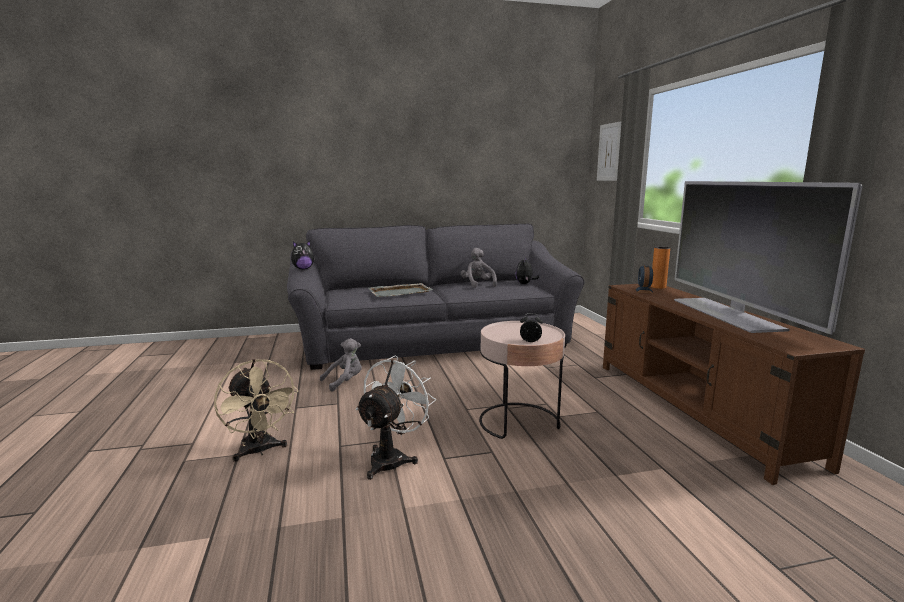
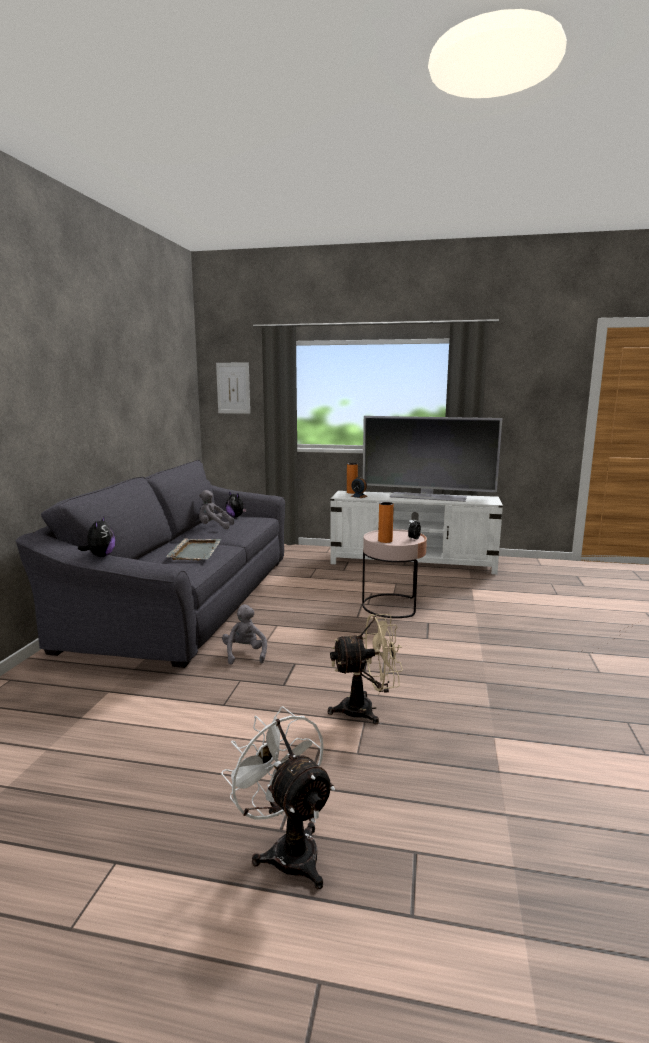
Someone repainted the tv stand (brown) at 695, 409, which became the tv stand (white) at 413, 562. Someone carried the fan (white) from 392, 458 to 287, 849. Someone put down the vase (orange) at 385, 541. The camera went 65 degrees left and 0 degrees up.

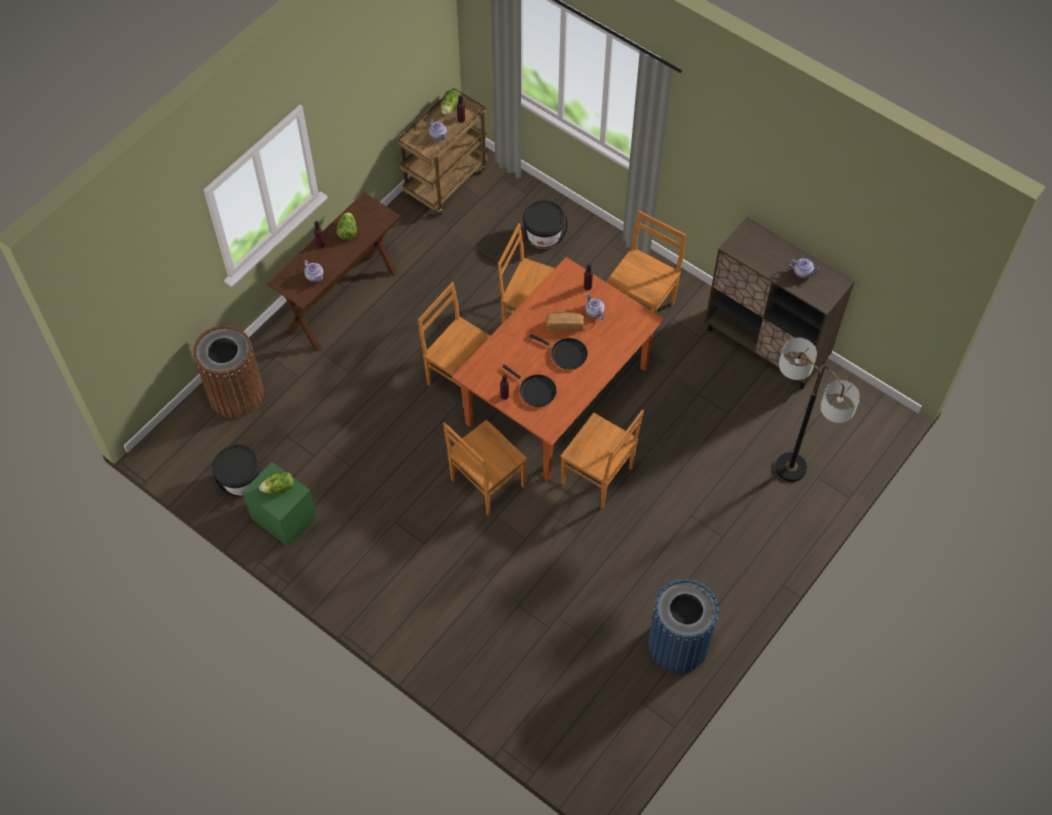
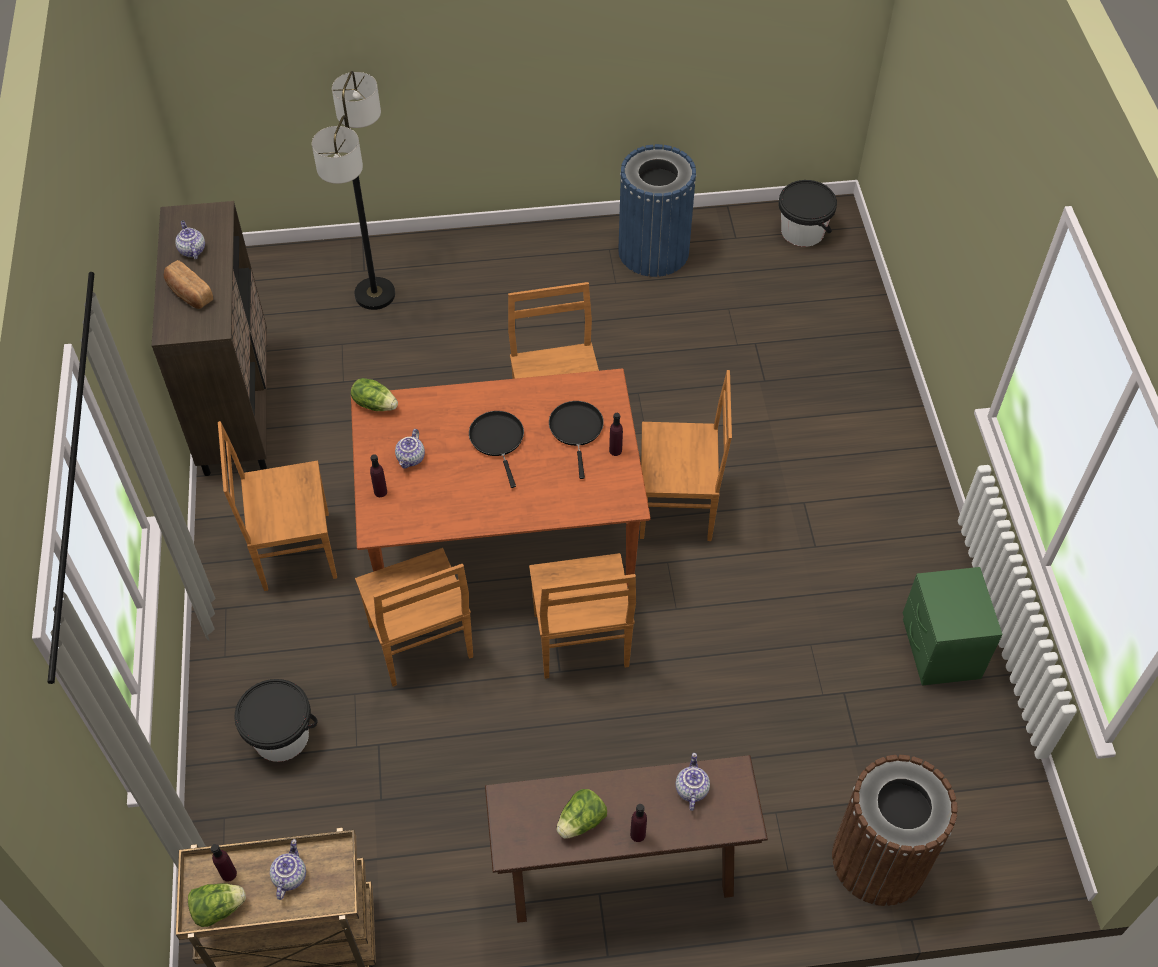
Someone carried the bread from 564, 325 to 189, 293. Someone carried the bucket (black) from 241, 481 to 802, 231. Someone carried the lettuce from 279, 488 to 375, 404. The camera went 135 degrees left and 5 degrees down.

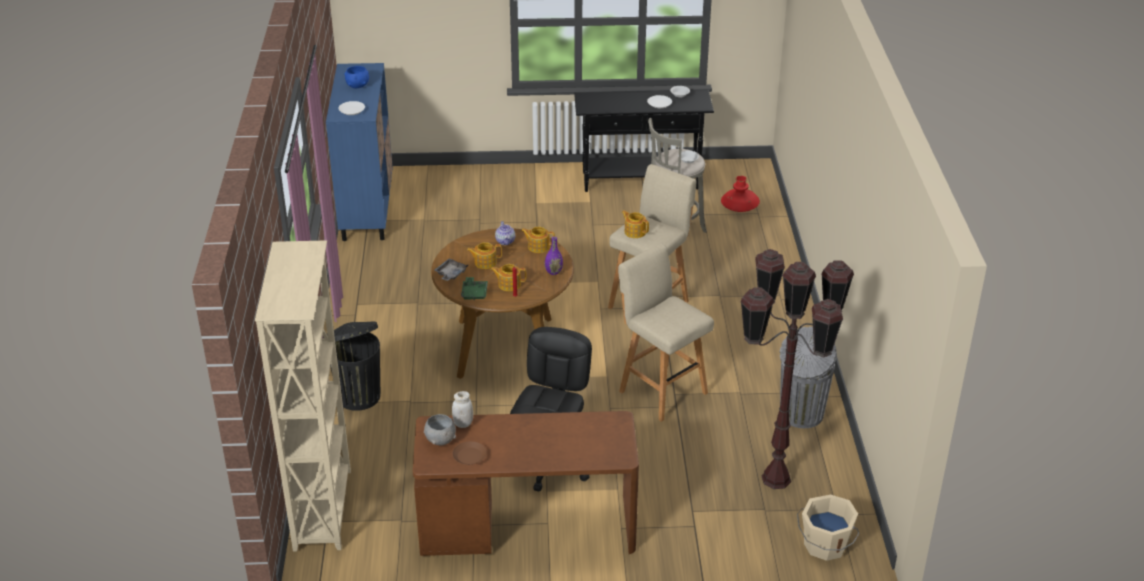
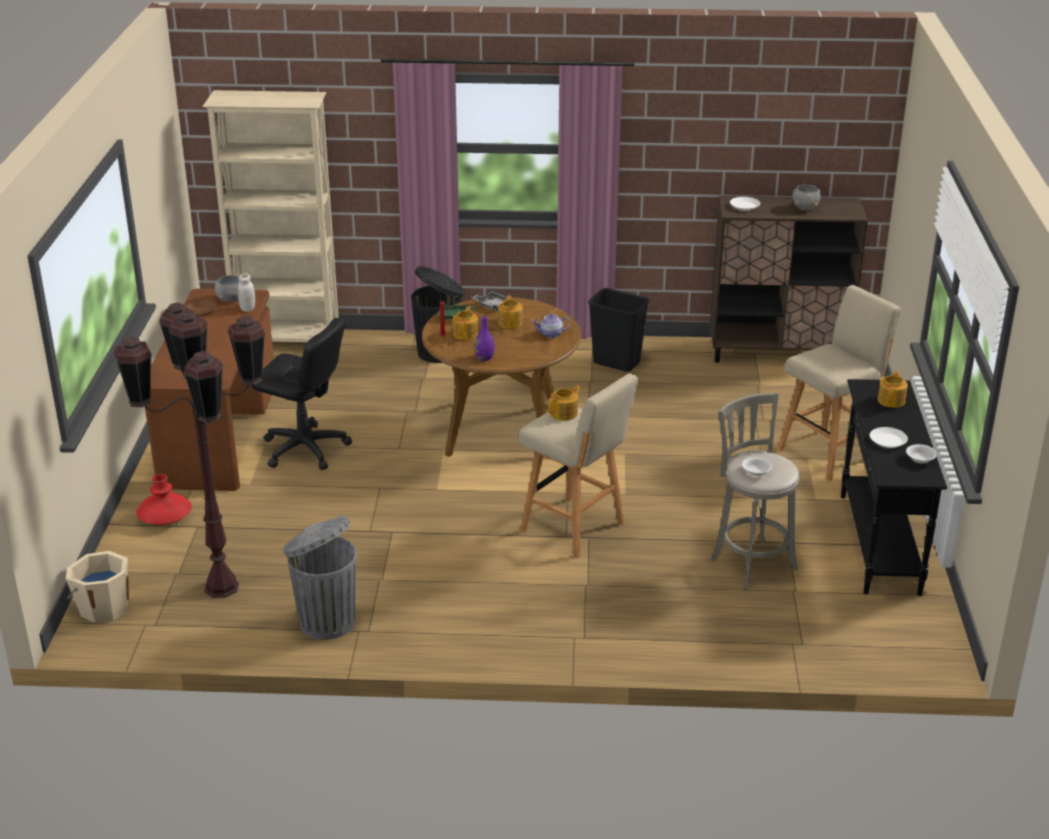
Someone repainted the cabinet (blue) at 367, 209, which became the cabinet (brown) at 778, 352. Someone repainted the bowl (blue) at 358, 86, which became the bowl (grey) at 804, 208. Someone carried the vase (red) from 739, 207 to 165, 518. Someone carried the teapot from 538, 246 to 891, 400. Someone carried the stool (beige) from 661, 391 to 829, 453. Someone put down the trash can (black) at 617, 363. The camera went 95 degrees right and 5 degrees down.

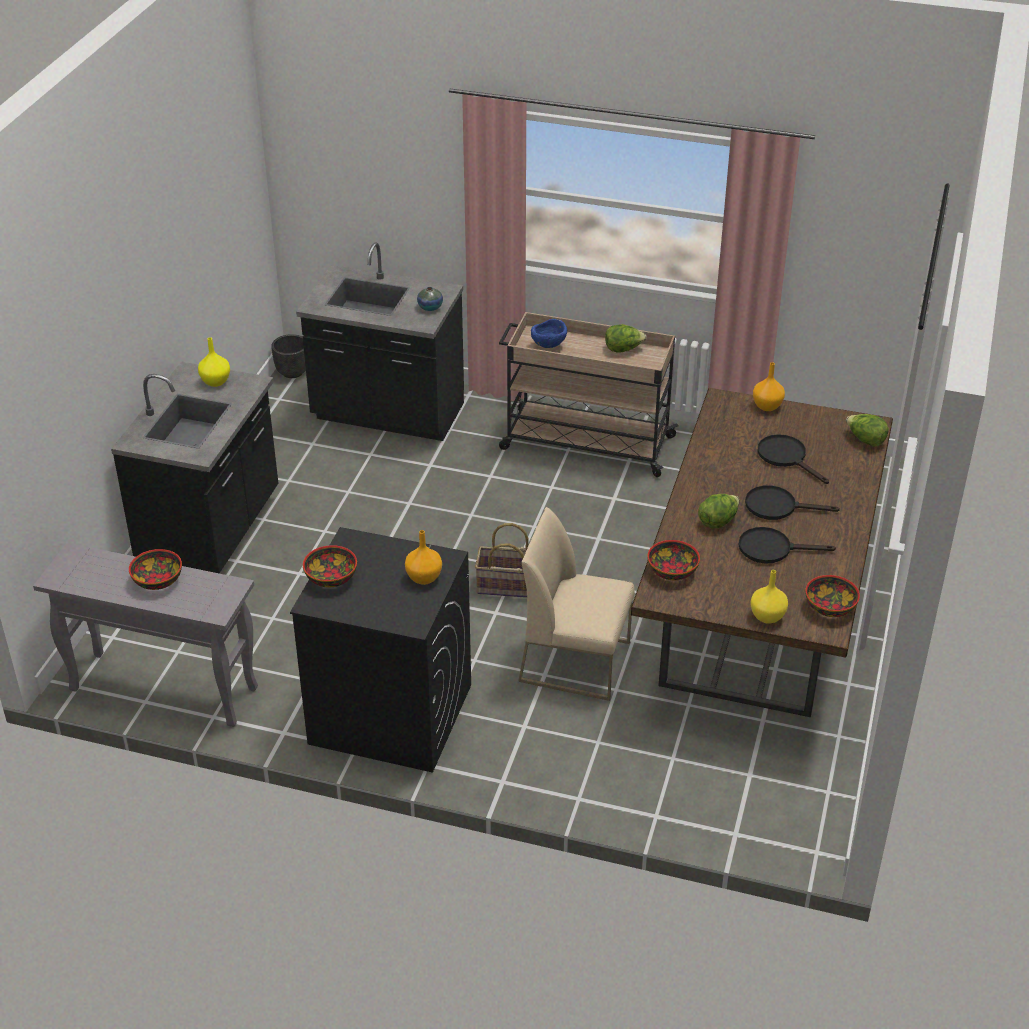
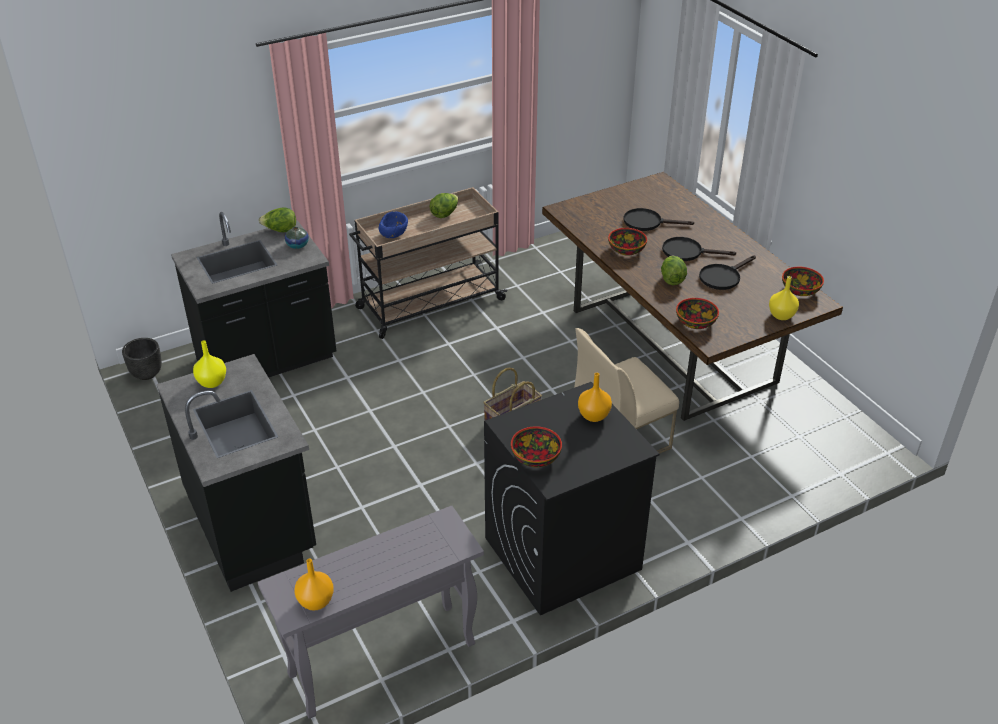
Someone carried the vase (orange) from 766, 406 to 315, 601. Someone carried the lettuce from 865, 440 to 280, 230. Someone rotated the frying pan (black) at 778, 506 by 45 degrees clockwise. Someone carried the bowl from 158, 580 to 627, 250. The camera went 45 degrees left and 0 degrees up.

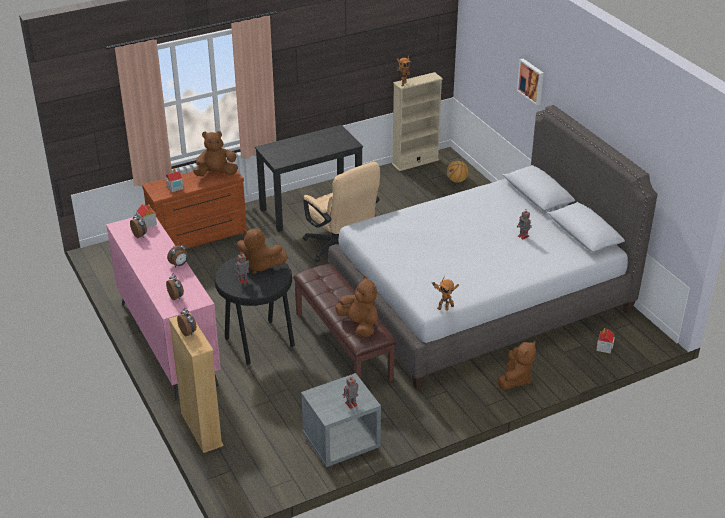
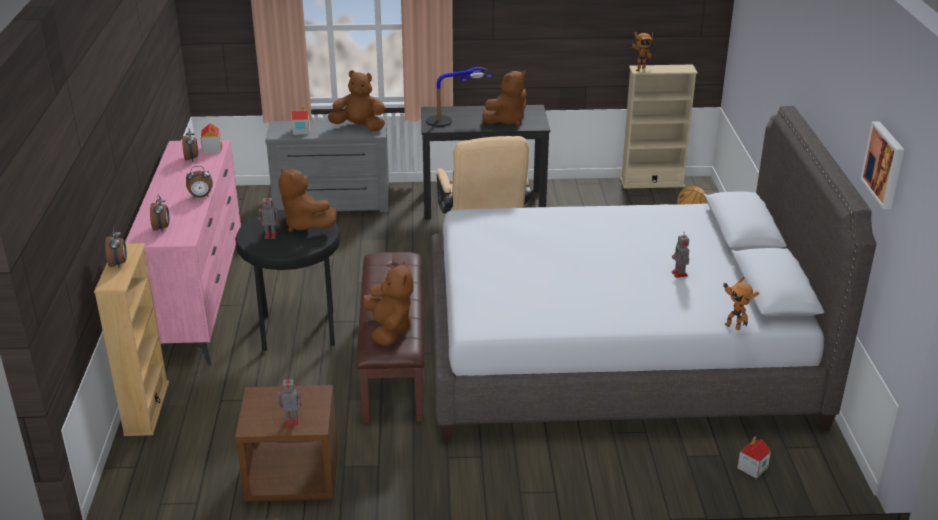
Someone carried the picture from 531, 81 to 885, 164. Someone repainted the dresser (brown) at 199, 237, which became the dresser (grey) at 332, 204. Someone carried the toy robot from 443, 308 to 733, 326. Someone carried the plush toy (brown) from 515, 379 to 507, 120. Someone repainted the nightstand (grey) at 341, 443, which became the nightstand (brown) at 292, 478. Someone put down the table lamp at 452, 119. The camera went 25 degrees right and 5 degrees down.

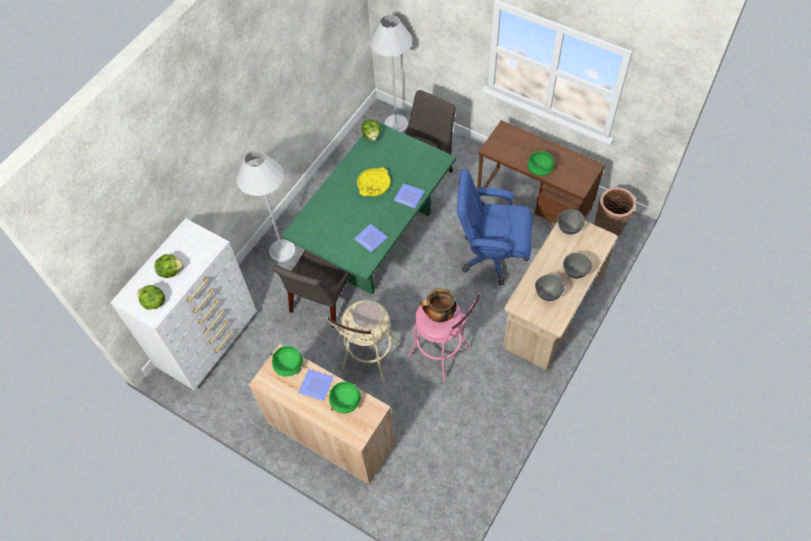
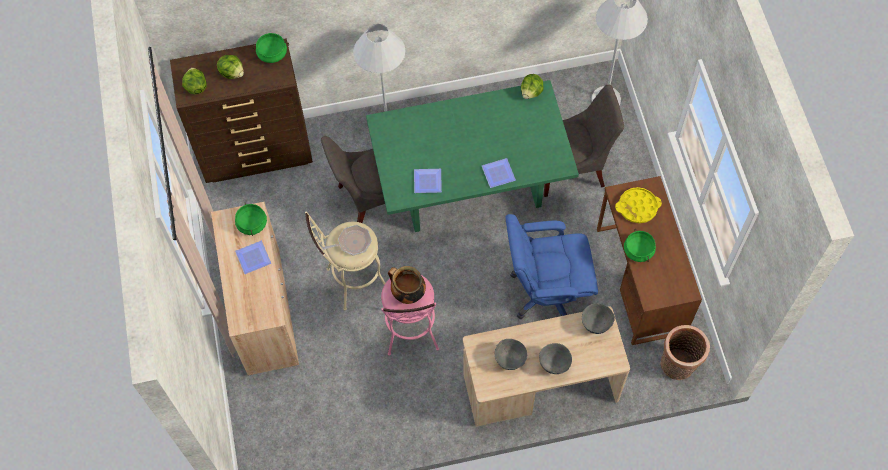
Someone carried the tray (yellow) from 374, 184 to 637, 207. Someone rotated the office chair (blue) at 491, 256 by 60 degrees counterclockwise. Someone repainted the dresser (white) at 210, 341, which became the dresser (brown) at 258, 155. Someone carried the cooking pot (green) from 345, 401 to 272, 53. The camera went 45 degrees right and 5 degrees up.

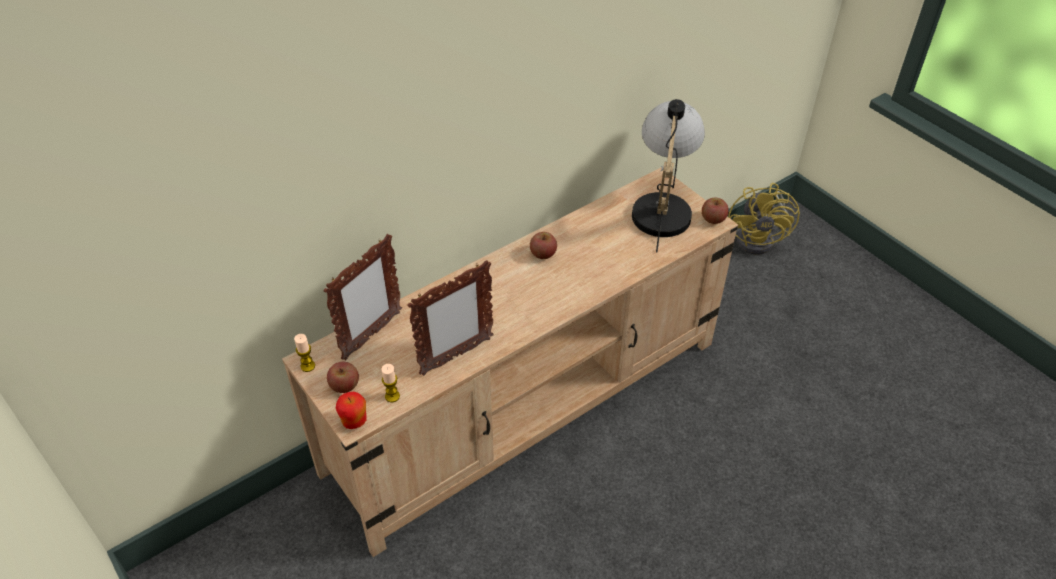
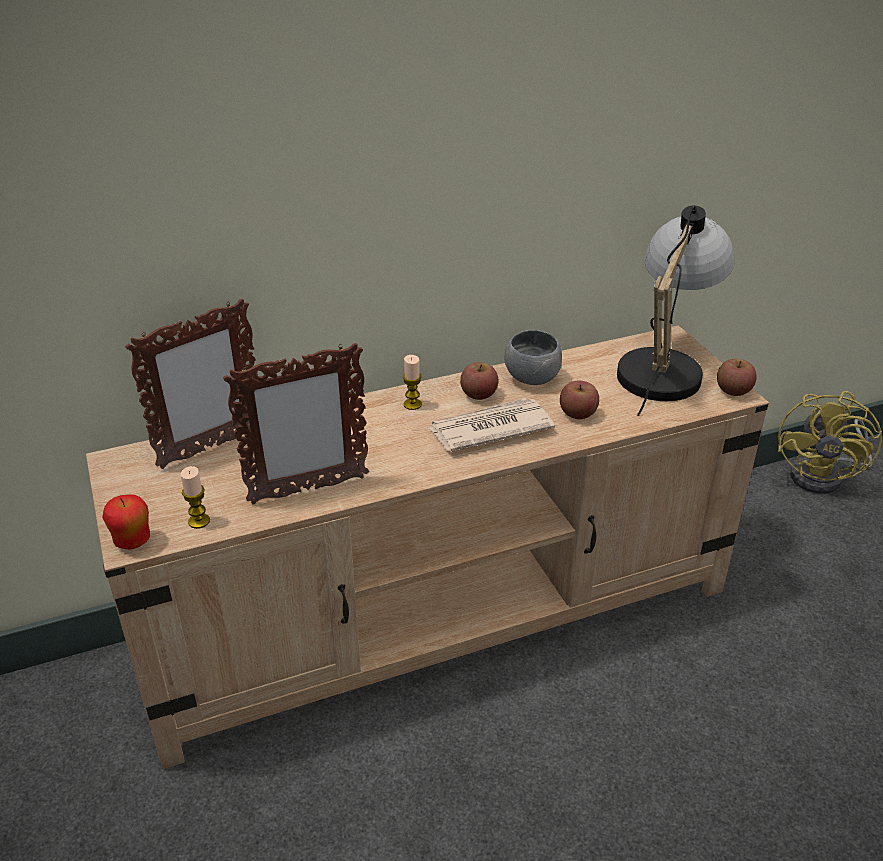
Someone carried the candle from 308, 366 to 412, 404. Someone carried the apple from 344, 385 to 578, 413. Someone put down the bowl (grey) at 531, 378. Someone put down the newspaper at 489, 429. The camera went 15 degrees right and 10 degrees down.

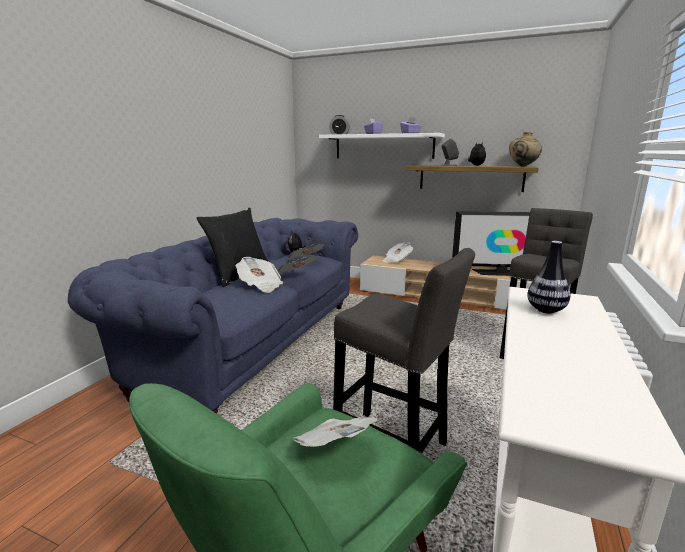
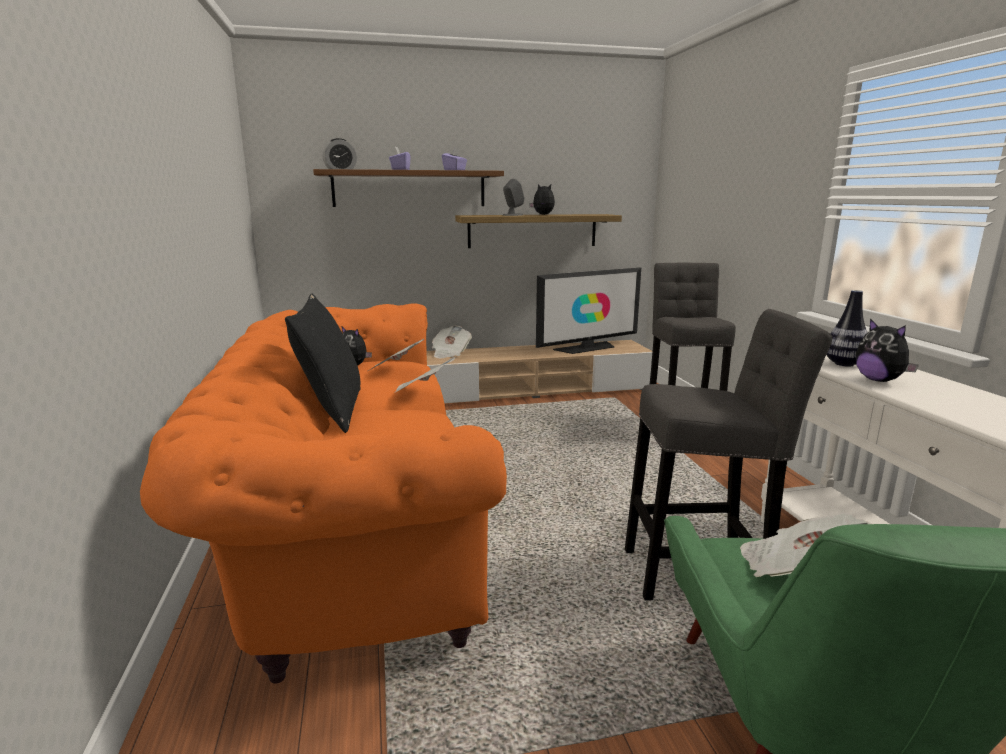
Someone took away the vase (beige) at 523, 166. Someone repainted the shelf (white) at 383, 146, which became the shelf (brown) at 409, 189. Someone repainted the sofa (blue) at 248, 341, which became the sofa (orange) at 347, 519. Someone took away the newspaper at 260, 286. Someone put down the plush toy at 879, 380. The camera went 35 degrees left and 0 degrees up.

